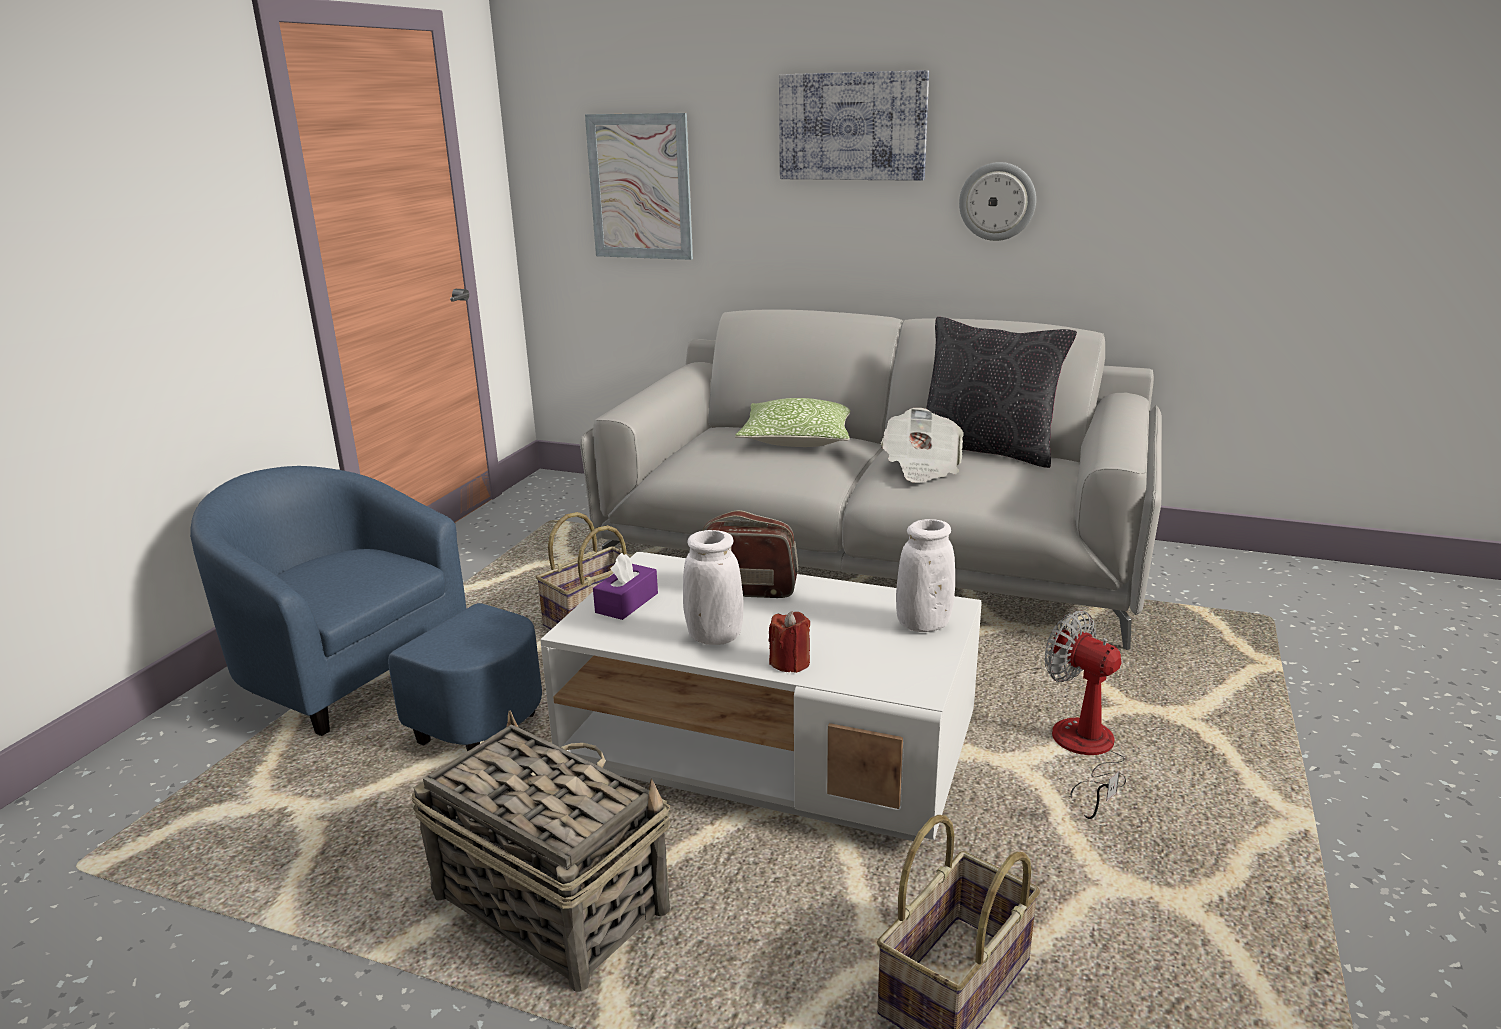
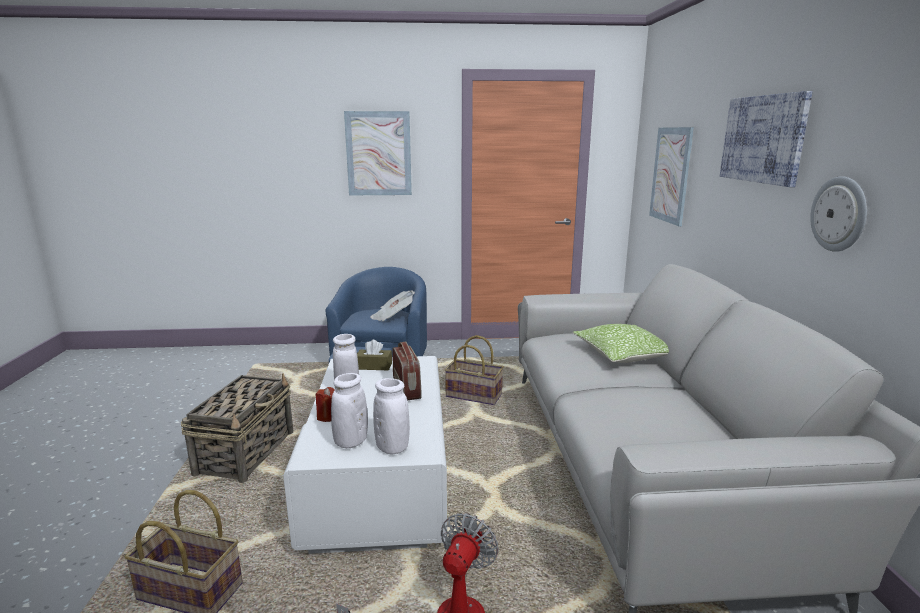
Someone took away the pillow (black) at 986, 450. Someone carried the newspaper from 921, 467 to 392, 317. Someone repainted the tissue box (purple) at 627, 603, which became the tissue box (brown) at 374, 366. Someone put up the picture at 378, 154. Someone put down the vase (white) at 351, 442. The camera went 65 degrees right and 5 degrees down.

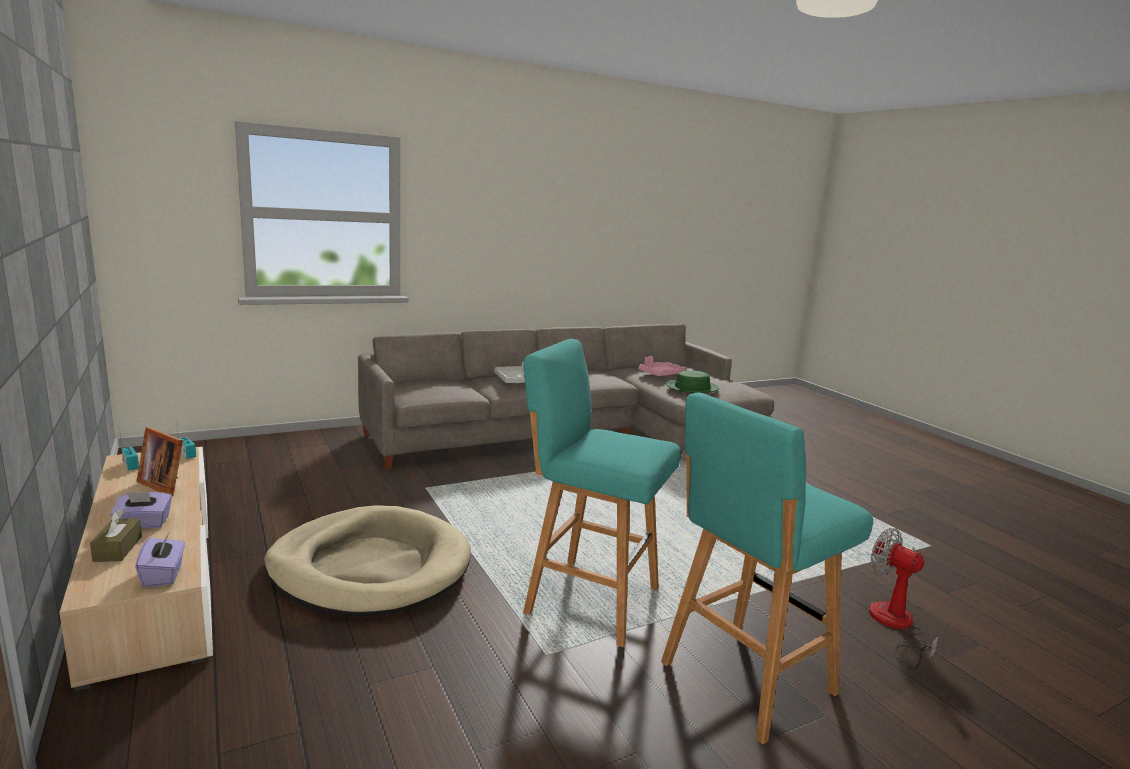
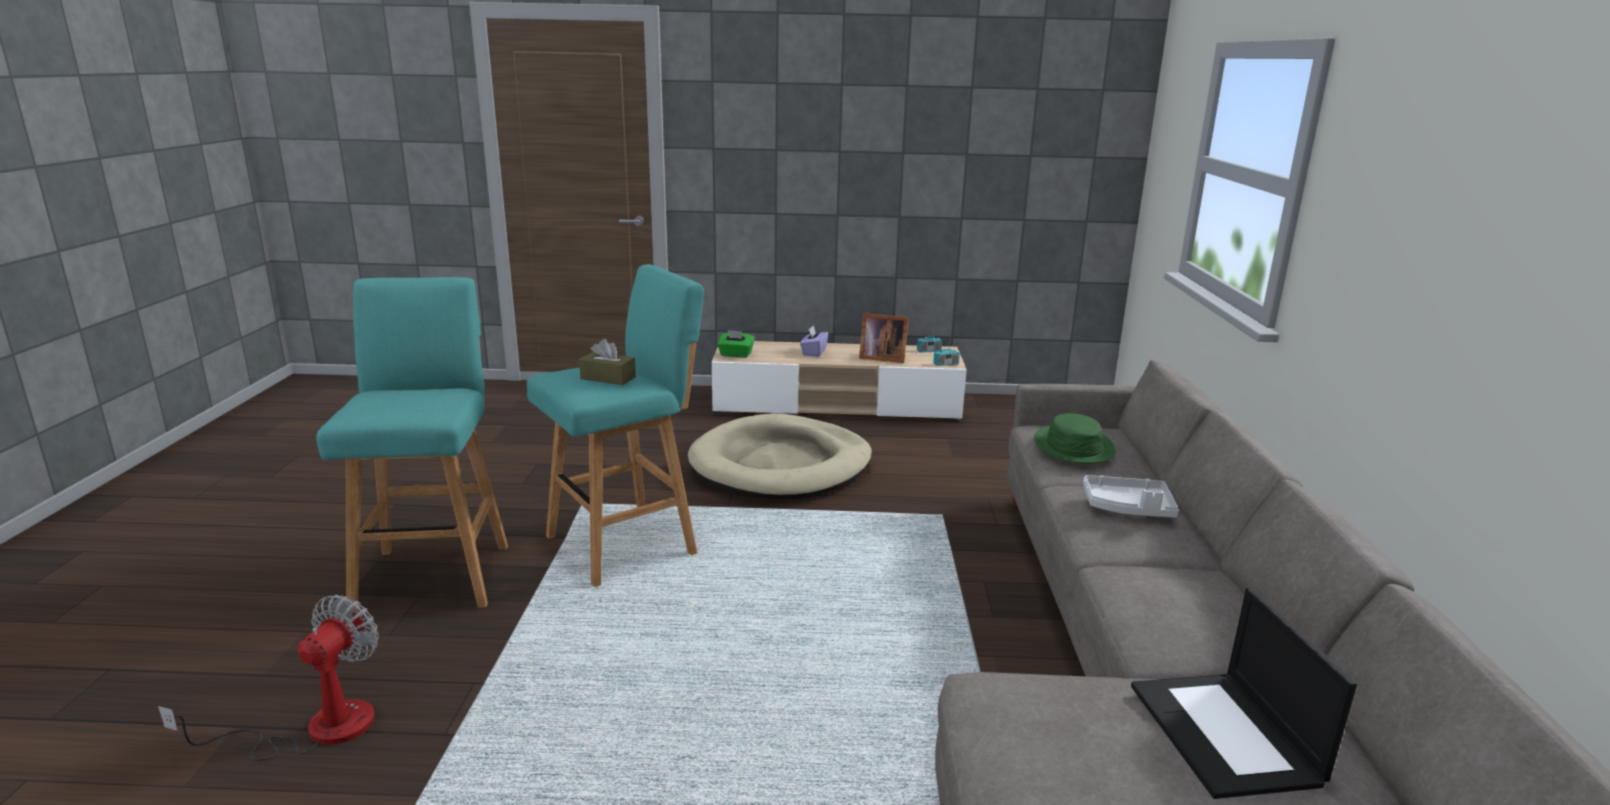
Someone swapped the tray (pink) at 660, 374 for the laptop at 1226, 735. Someone carried the hat (green) from 692, 388 to 1073, 446. Someone rotated the picture frame at 165, 484 by 135 degrees counterclockwise. Someone carried the tissue box (brown) from 118, 549 to 608, 378. Someone rotated the fan at 895, 626 by 60 degrees counterclockwise. Someone repainted the tissue box (purple) at 163, 575, which became the tissue box (green) at 735, 355. The camera went 120 degrees right and 5 degrees up.

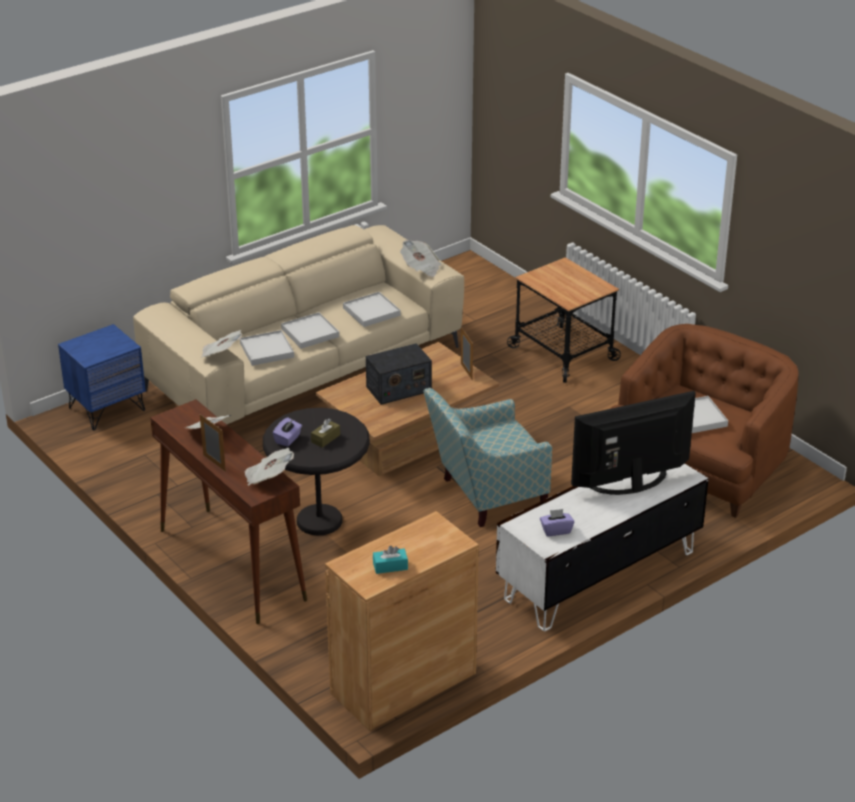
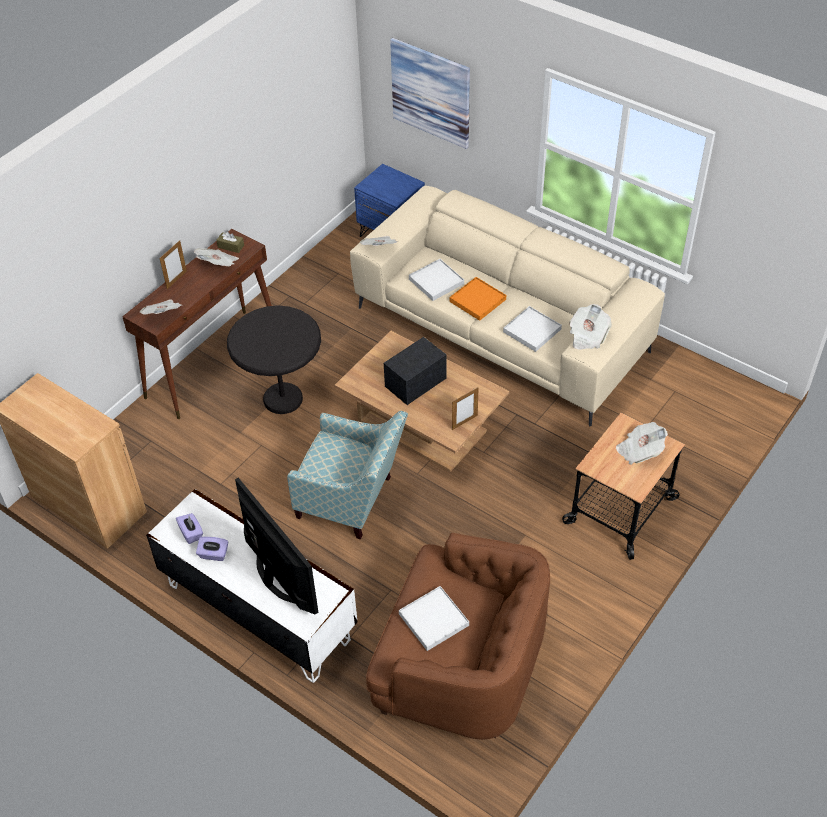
Someone repainted the tray (white) at 310, 333, which became the tray (orange) at 477, 300. Someone rotated the radio at 398, 389 by 90 degrees clockwise. Someone rotated the armchair at 485, 496 by 150 degrees clockwise. Someone carried the tissue box (purple) from 288, 439 to 213, 554. Someone carried the tissue box (brown) from 325, 438 to 231, 246. Someone took away the tissue box (turquoise) at 390, 566. Someone put up the picture at 431, 93. Someone put down the newspaper at 639, 451. The camera went 75 degrees right and 15 degrees up.

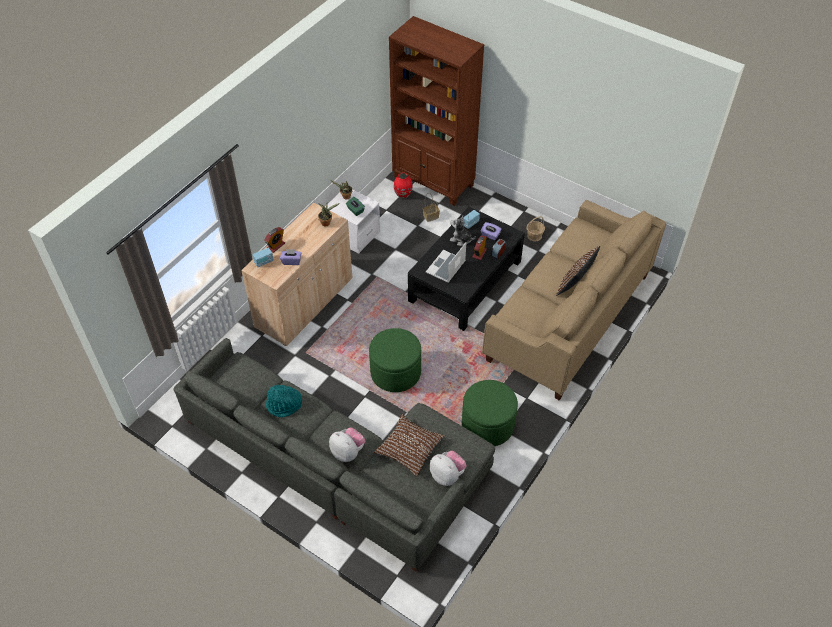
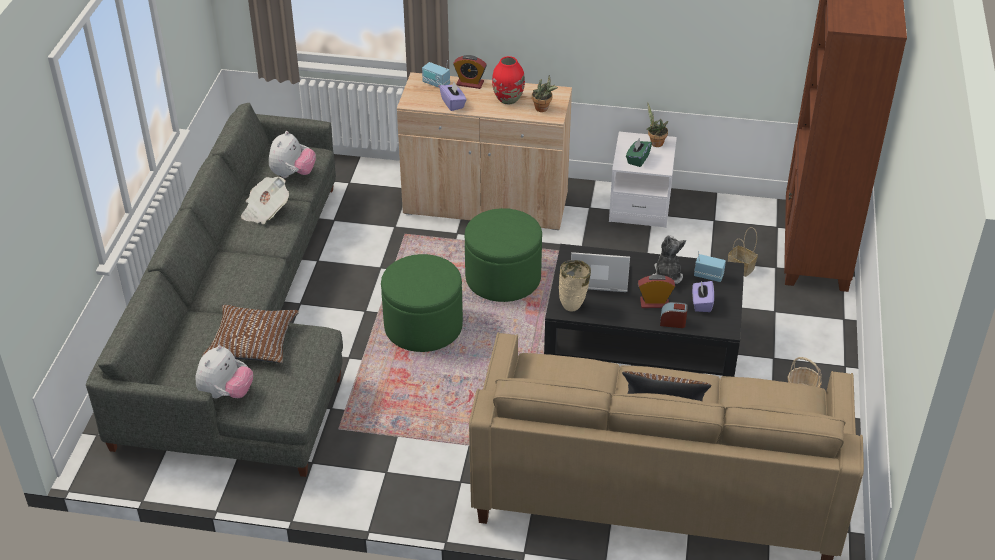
Someone carried the vase (red) from 403, 195 to 508, 99. Someone carried the ottoman (green) from 487, 425 to 503, 278. Someone swapped the hat (turquoise) at 284, 405 for the newspaper at 265, 211. Someone carried the plush toy from 348, 452 to 292, 174. Someone put down the vase (beige) at 573, 306. The camera went 65 degrees right and 10 degrees down.

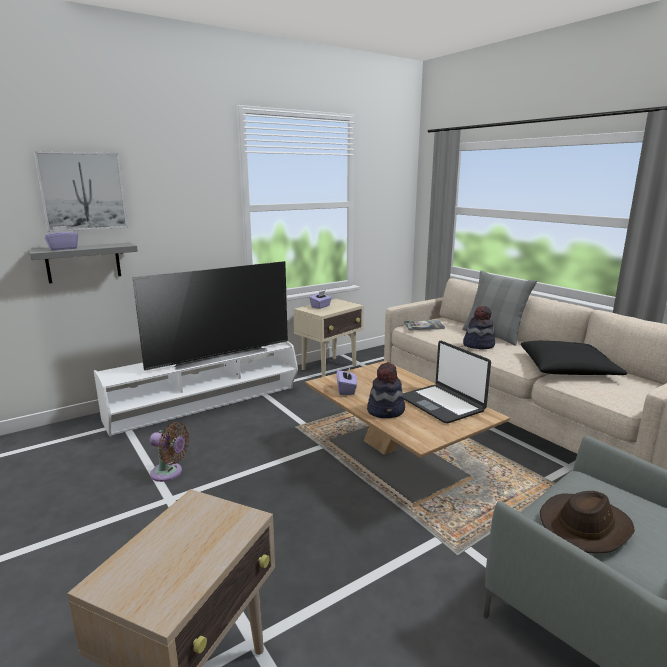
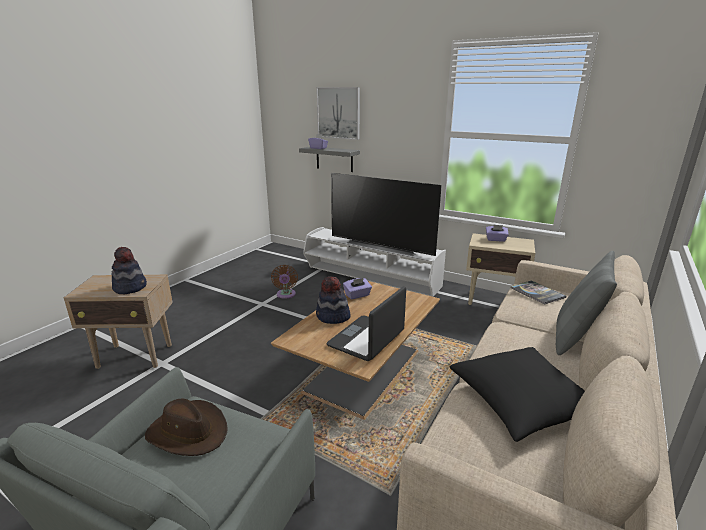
Someone carried the hat from 478, 345 to 130, 287. The camera went 65 degrees right and 5 degrees up.

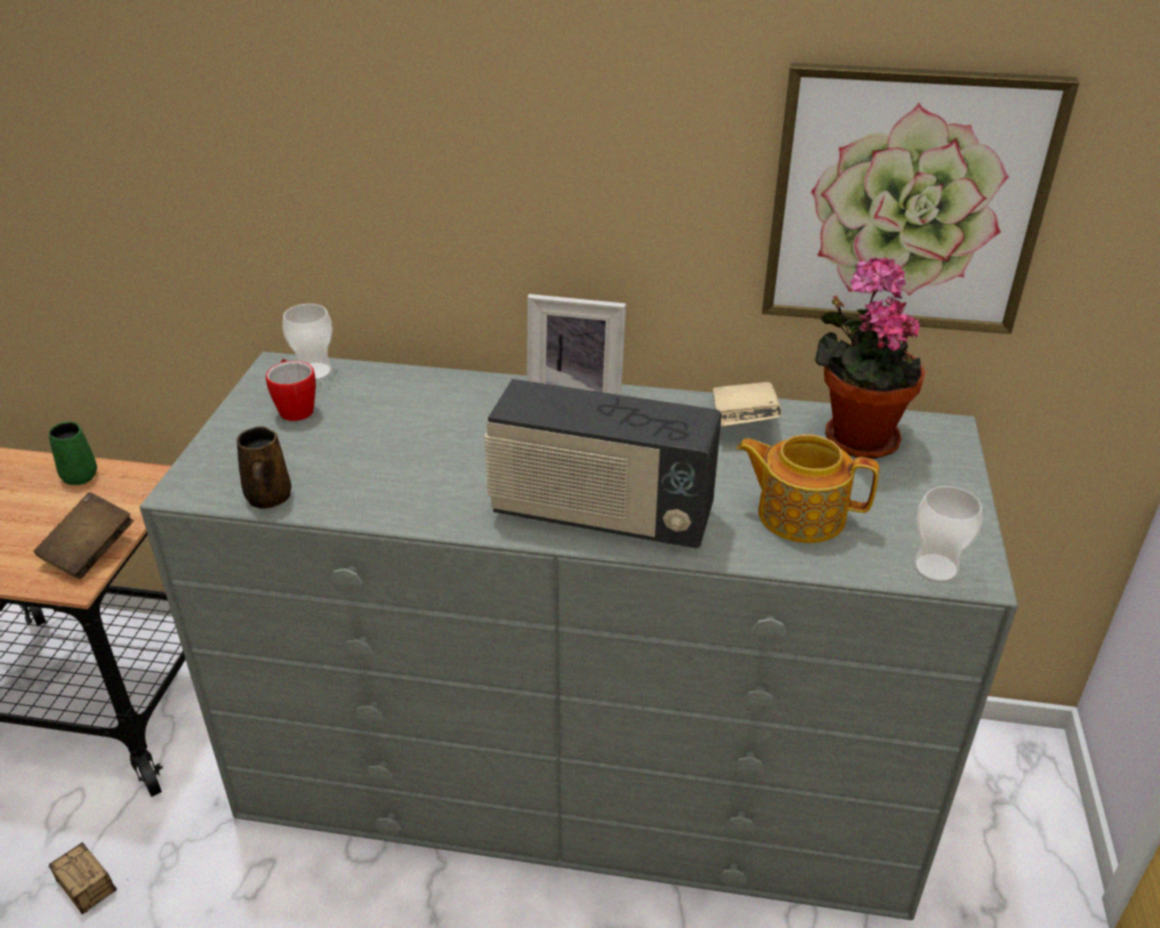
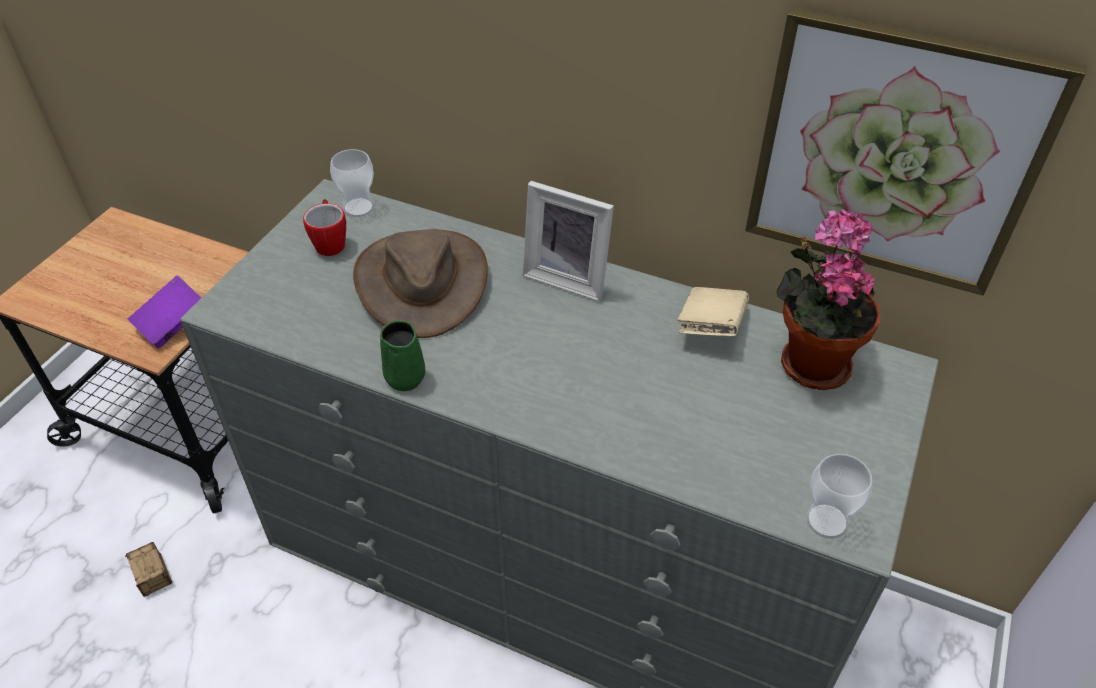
Someone took away the radio at 601, 515. Someone carried the mug (green) from 79, 474 to 405, 375. Someone took away the mug (brown) at 268, 498. Someone took away the teapot at 799, 514. Someone repainted the book (brown) at 90, 552, which became the book (purple) at 173, 324. Someone put down the hat (brown) at 421, 282. The camera went 15 degrees right and 10 degrees up.

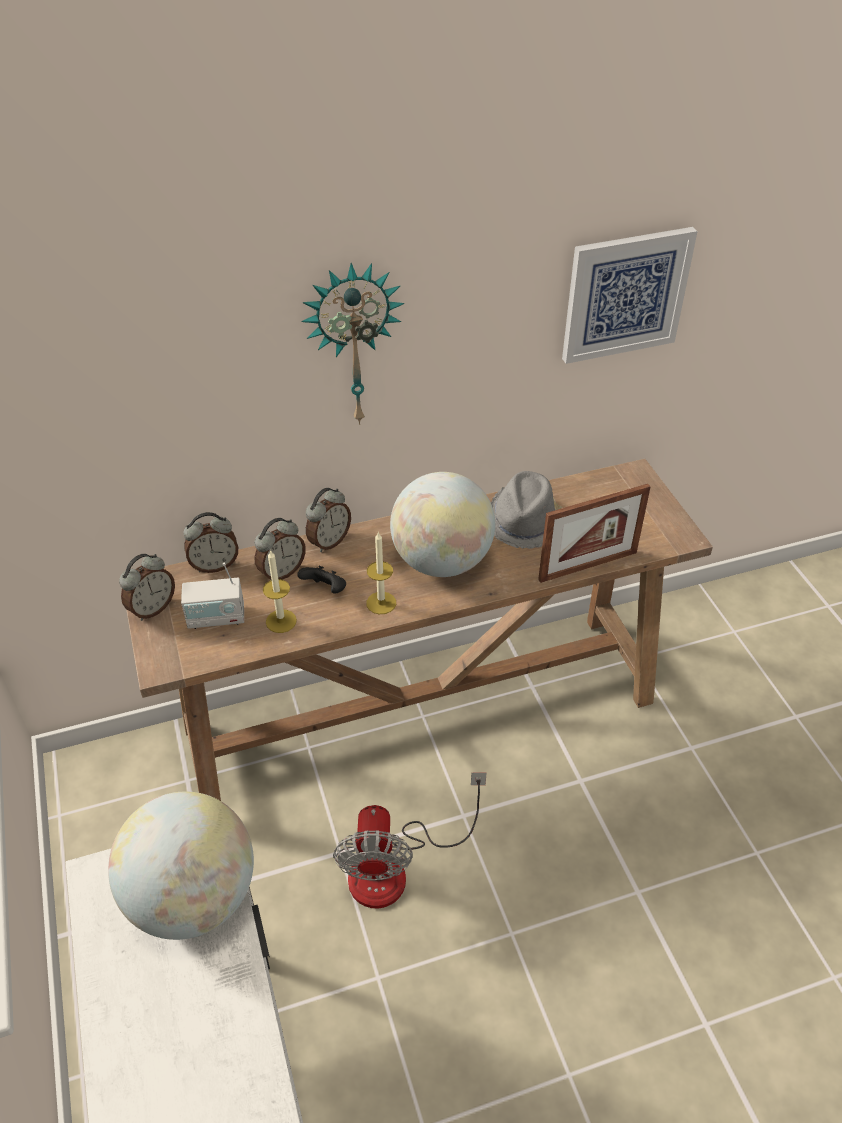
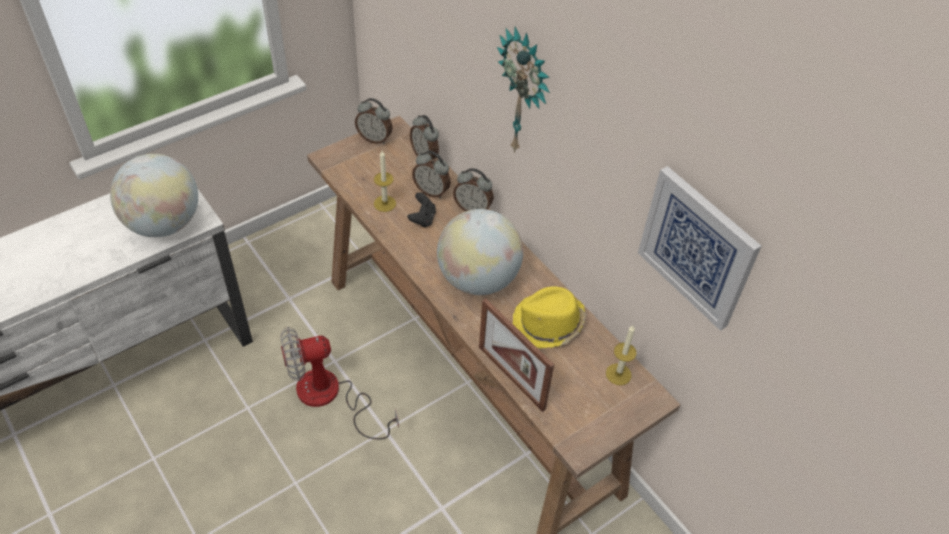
Someone repainted the hat (grey) at 524, 521, which became the hat (yellow) at 548, 324. Someone carried the candle from 381, 603 to 618, 374. Someone took away the radio at 216, 618. The camera went 70 degrees right and 5 degrees up.

